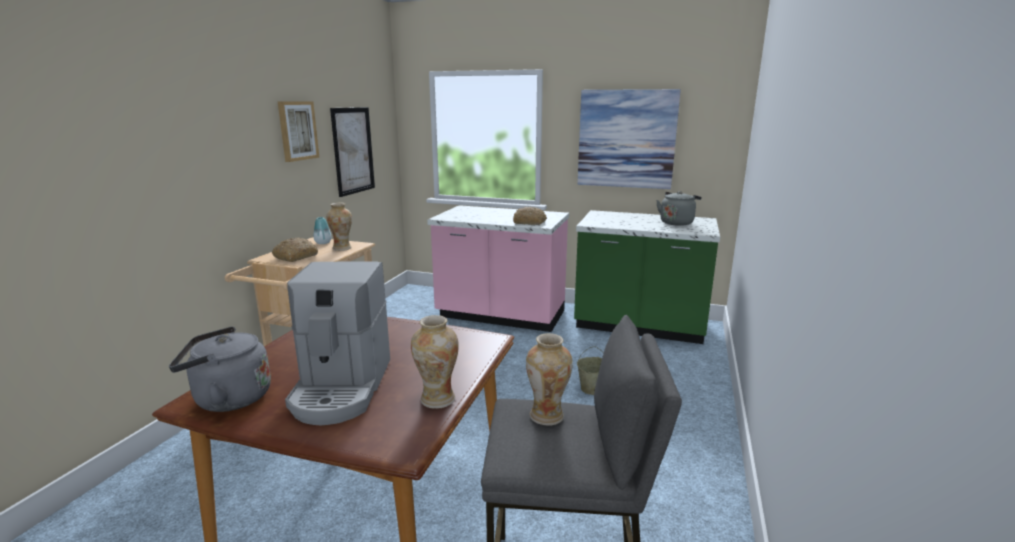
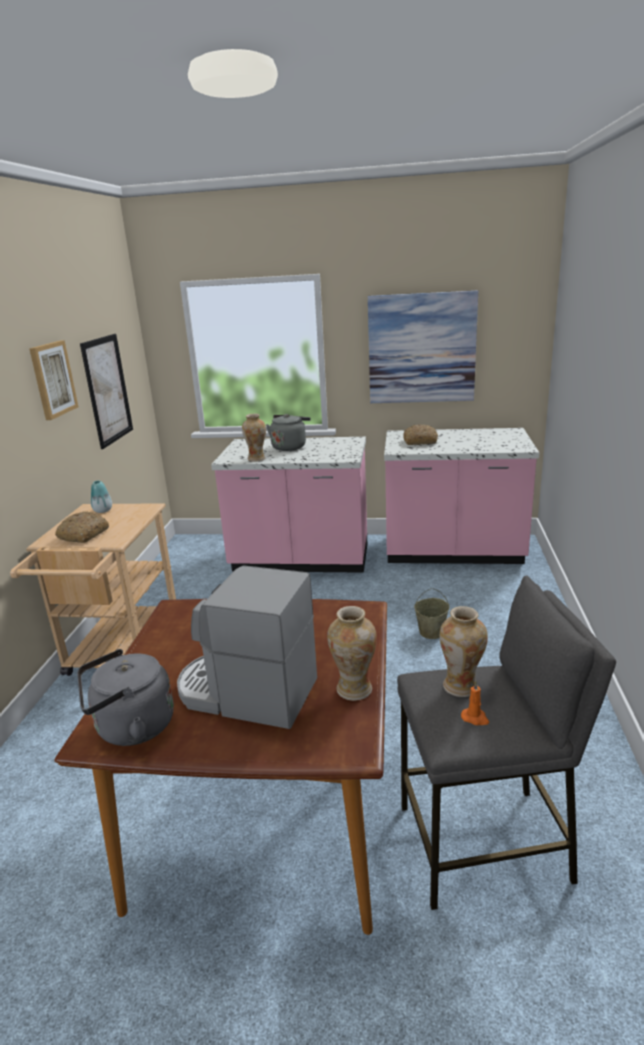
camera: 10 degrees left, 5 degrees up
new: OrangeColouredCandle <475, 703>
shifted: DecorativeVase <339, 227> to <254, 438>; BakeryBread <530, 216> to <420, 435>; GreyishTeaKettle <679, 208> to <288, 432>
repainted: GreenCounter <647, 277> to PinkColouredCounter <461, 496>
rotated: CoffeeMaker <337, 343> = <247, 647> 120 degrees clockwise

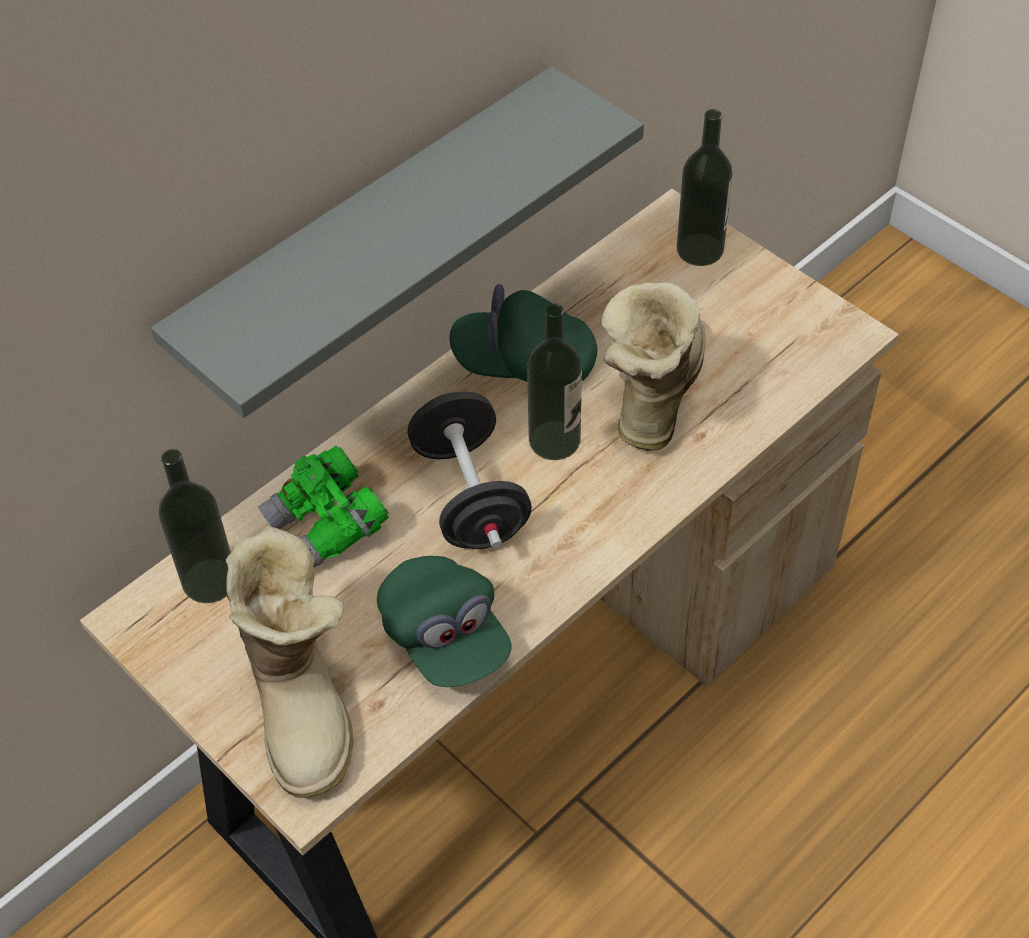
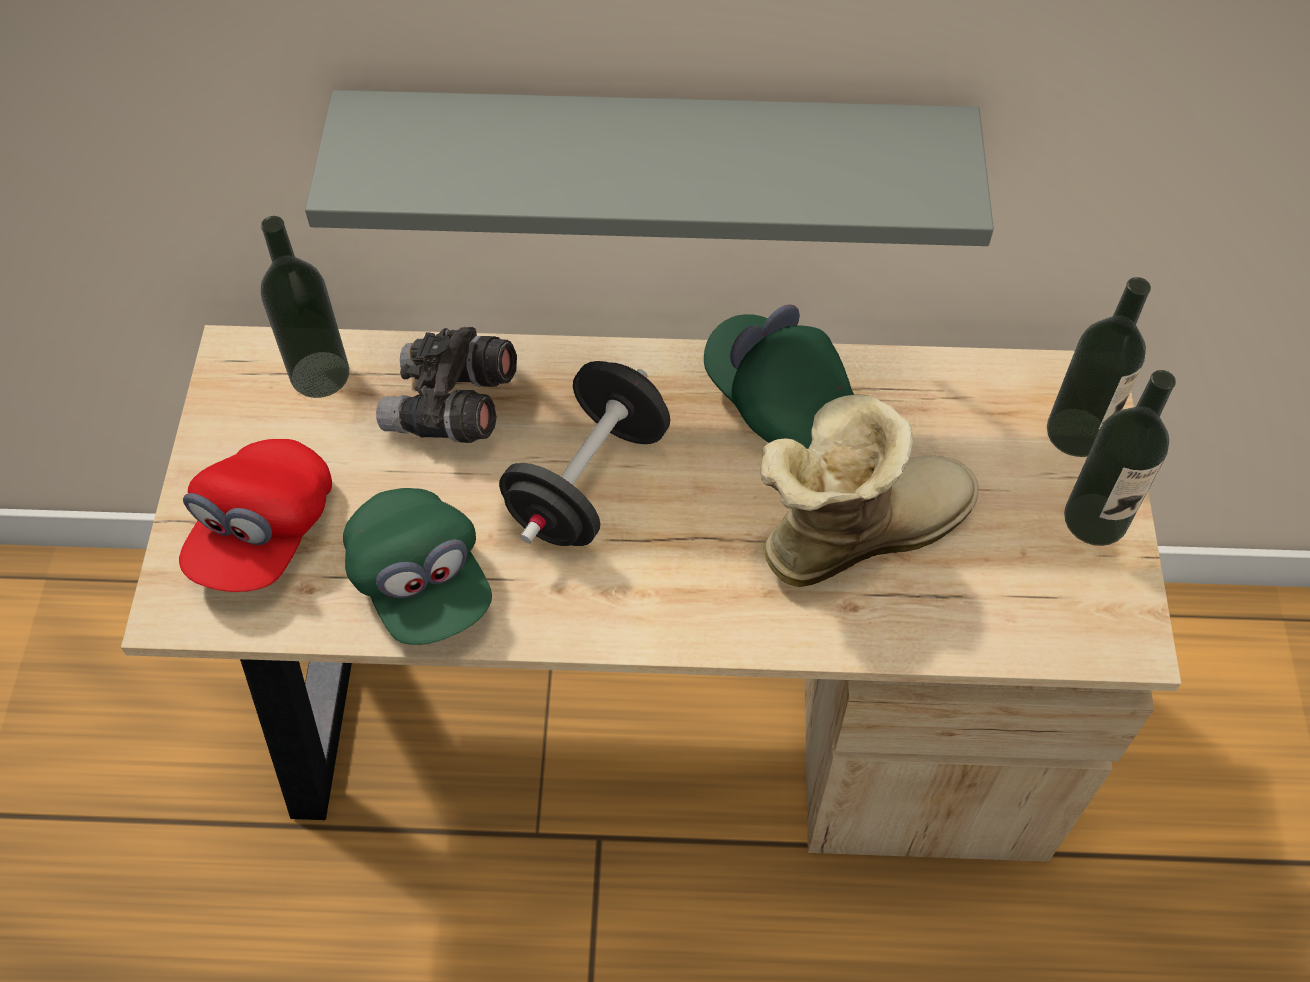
camera: 45 degrees right, 5 degrees up
shifted: BeverageBottle <554, 381> to <1120, 458>
swapped: HighTopBoot <289, 662> to RedBaseballCap <255, 515>
repainted: GreenFieldGlasses <323, 506> to GreyishFieldGlasses <446, 385>
rotated: GreenBaseballCap <444, 621> = <417, 566> 45 degrees counterclockwise

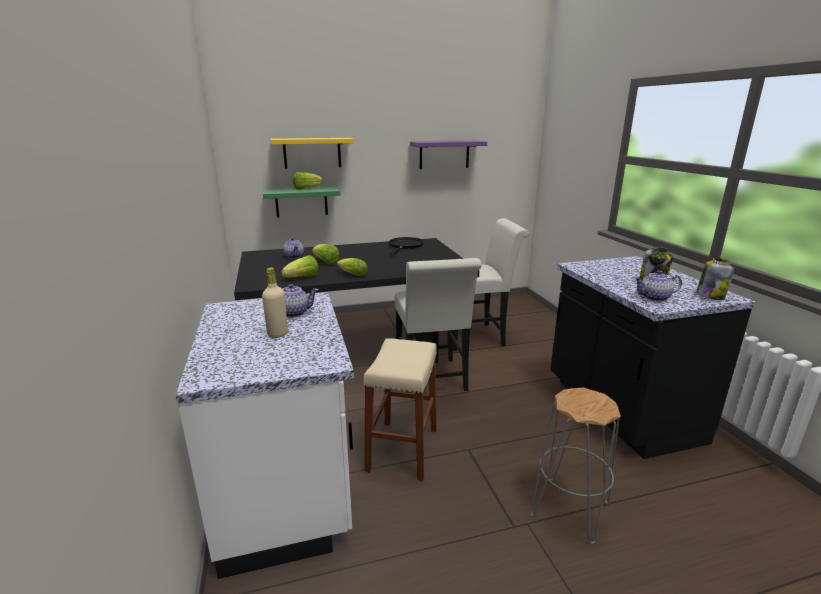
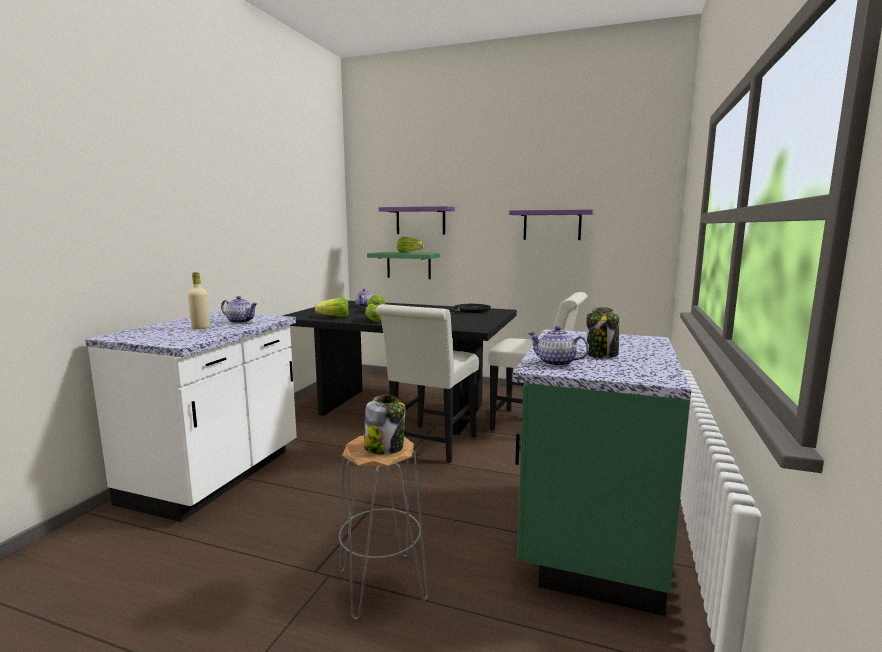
camera: 35 degrees right, 10 degrees down
gone: SandColouredStoolSeat <400, 409>
shifted: PreserveJar <715, 279> to <384, 425>
repainted: YellowishShelf <312, 153> to PurplishShelf <416, 220>; BlackCounter <652, 357> to GreenCounter <601, 472>

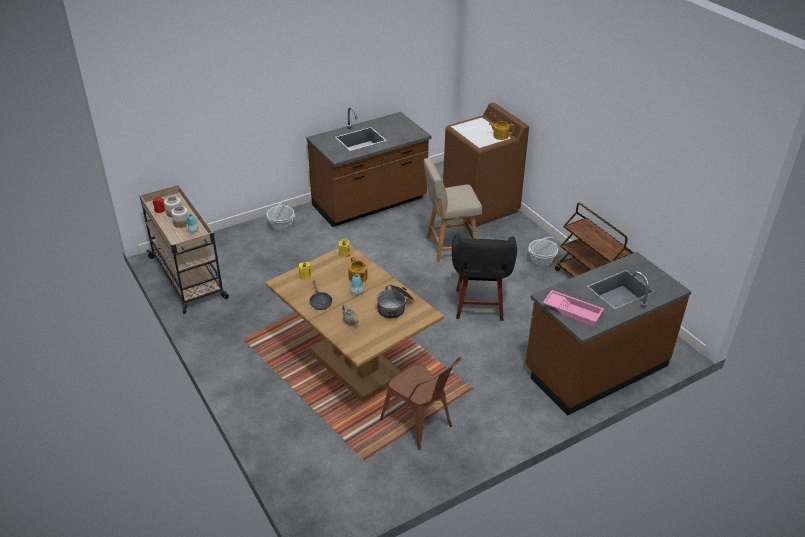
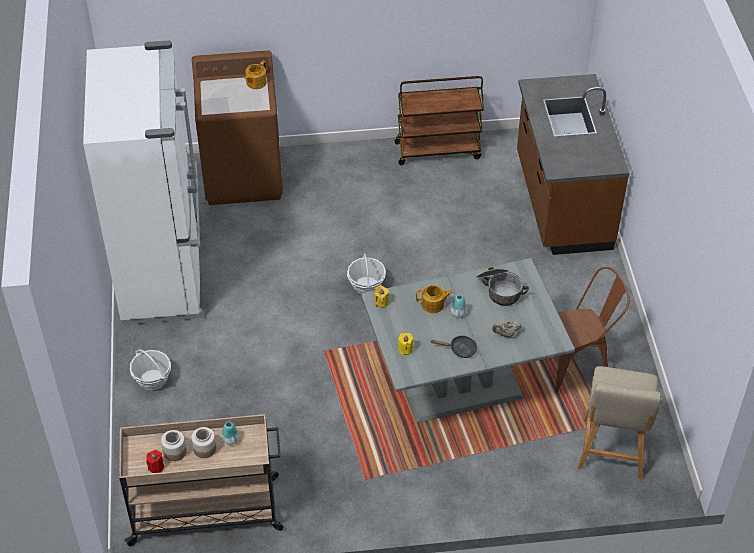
camera: 65 degrees left, 10 degrees up
gone: BlackStoolSeat <484, 278>; PinkColouredCarryingTray <573, 308>
shifted: SandColouredPlainChair <453, 210> to <619, 422>; HouseholdBasket <543, 252> to <366, 273>
swapped: BrownishCounter <369, 167> to WhiteColouredFridge <143, 182>
repainted: BrownishDinnerTable <355, 323> to GreyishDinnerTable <468, 340>

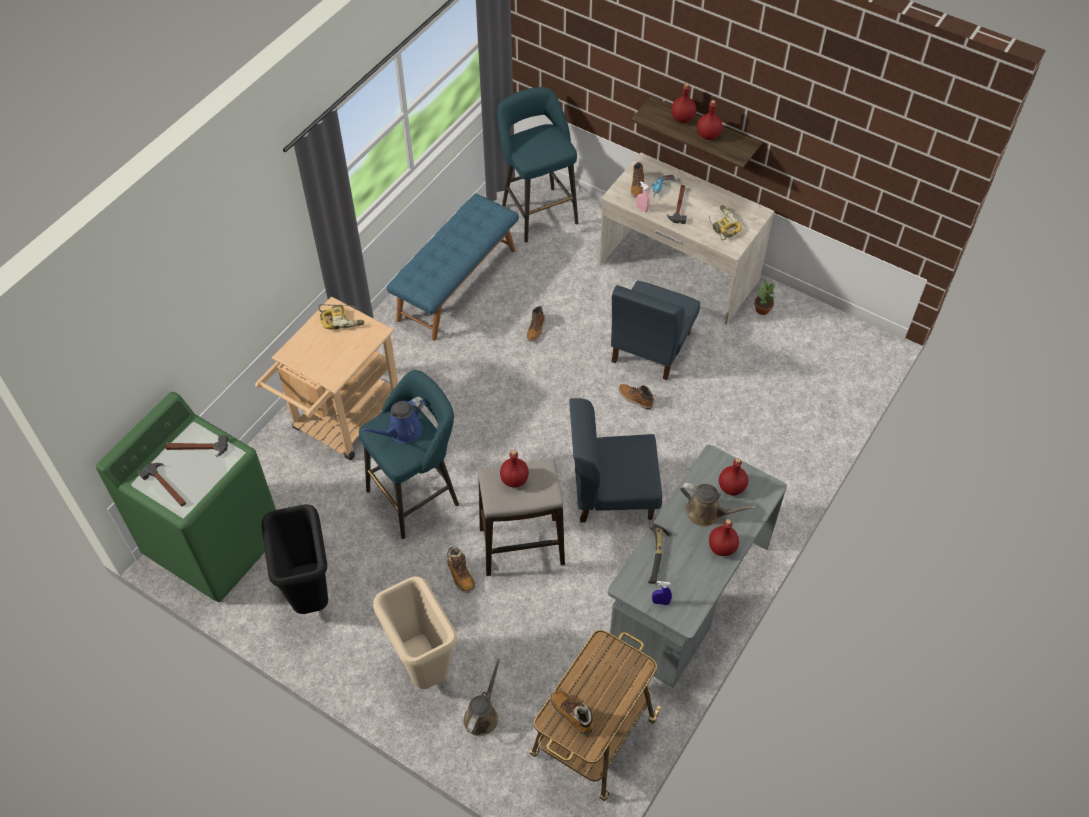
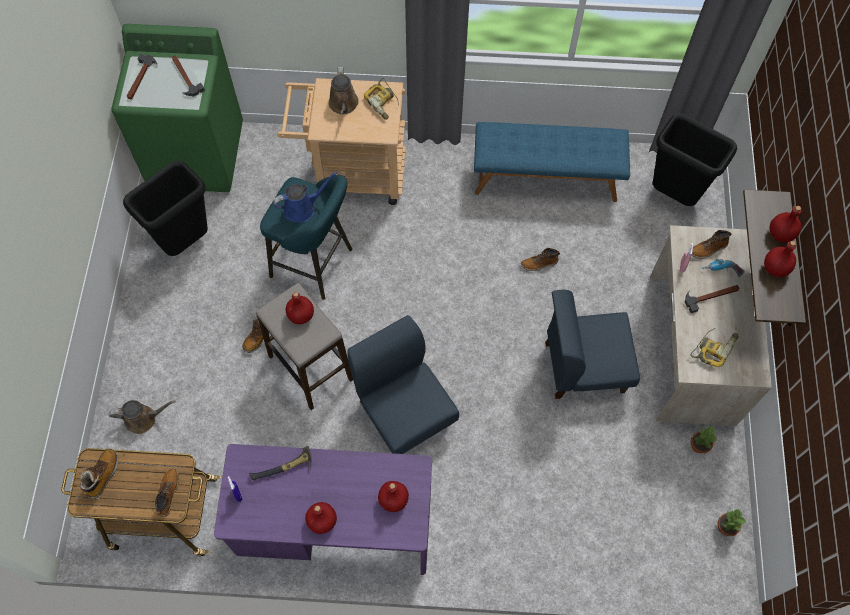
camera: 60 degrees right, 10 degrees up
gone: SandColouredRubbishBin <415, 633>
new: PlantInAPot <731, 522>
shifted: HighTopBoot <636, 396> to <167, 492>; BrownishWateringCan <718, 505> to <344, 91>
swapped: BlueGreenStoolSeat <537, 165> to BlackRubbishBin <695, 160>
repainted: GreyishDeskUnit <697, 566> to PurplishDeskUnit <323, 509>
rotated: BluishWateringCan <393, 420> = <305, 196> 135 degrees clockwise

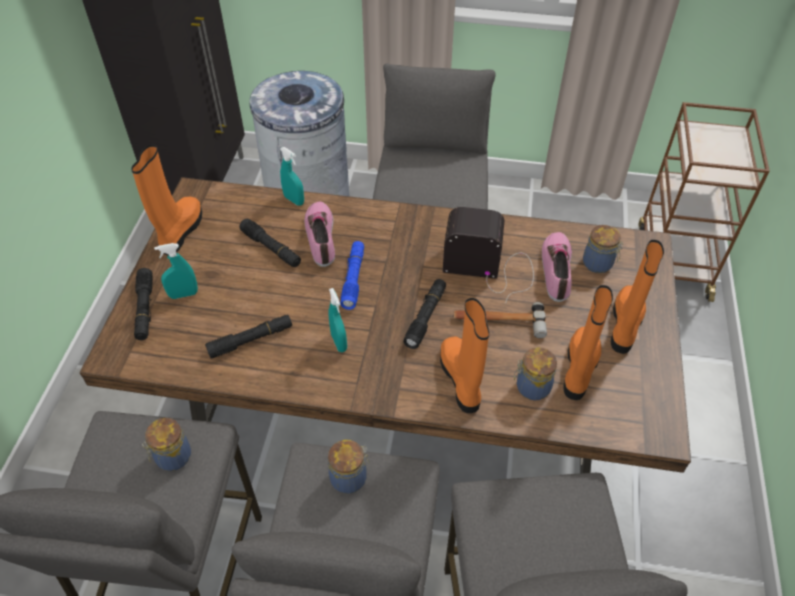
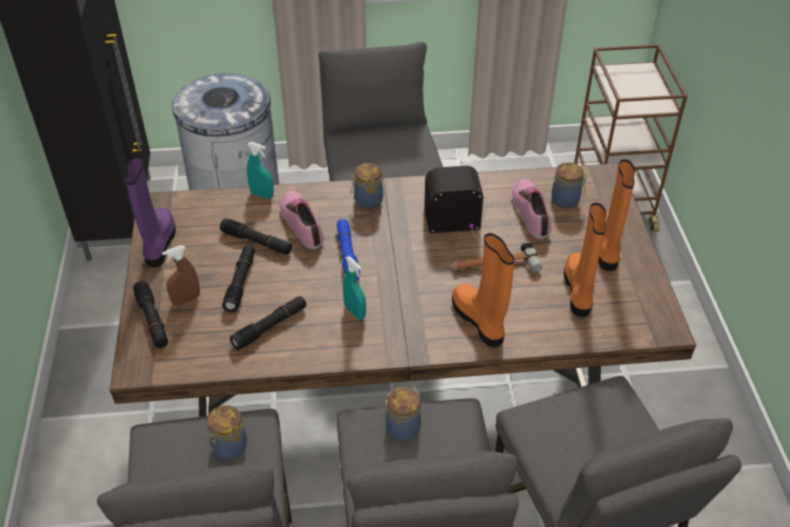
camera: 15 degrees left, 5 degrees down
shifted: BlackTorch <424, 314> to <238, 278>; PreserveJar <535, 373> to <367, 186>
repainted: OrangeColouredHighTopBoot <166, 199> to PurplishHighTopBoot <150, 211>; BlueGreenHandSprayer <176, 271> to BrownishHandSprayer <181, 275>

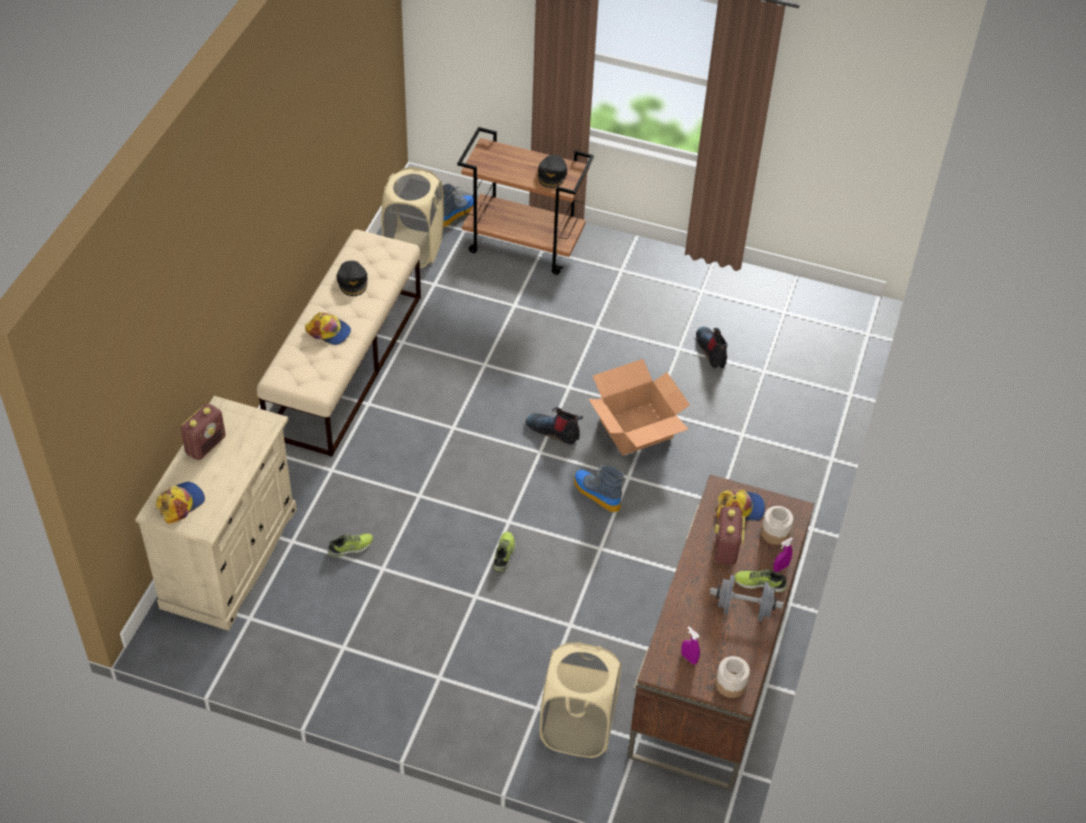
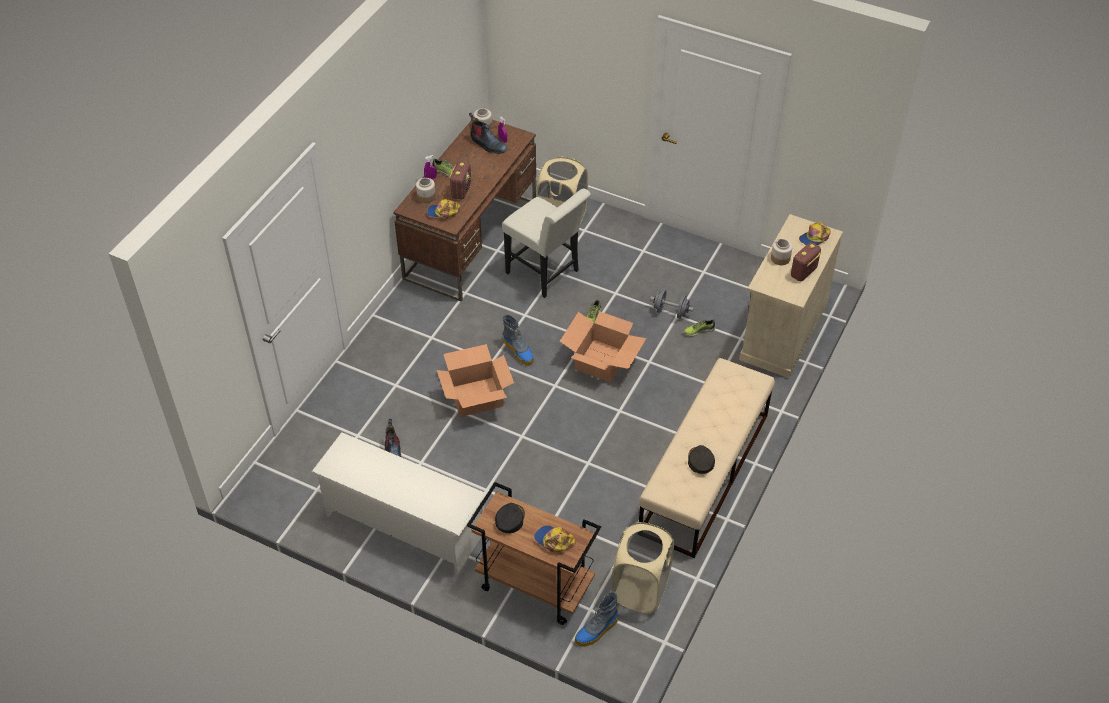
camera: 170 degrees left, 0 degrees up
new: WhiteColouredShoeStand <399, 503>; WhiteColouredPlainChair <546, 243>; Carton <603, 346>; PreserveJar <782, 252>
shifted: BaseballCap <328, 328> to <555, 539>; HighTopBoot <554, 425> to <488, 133>; GreyishDumbbell <746, 598> to <672, 304>

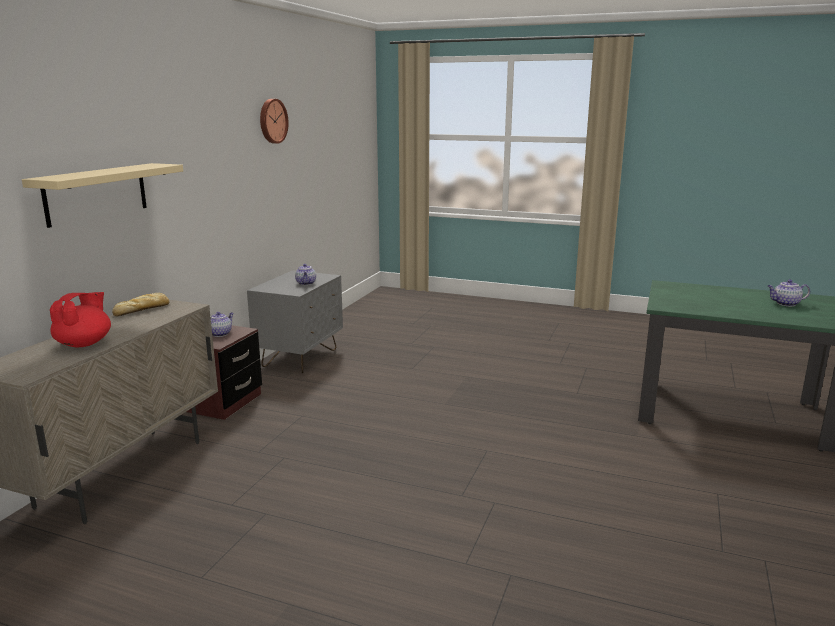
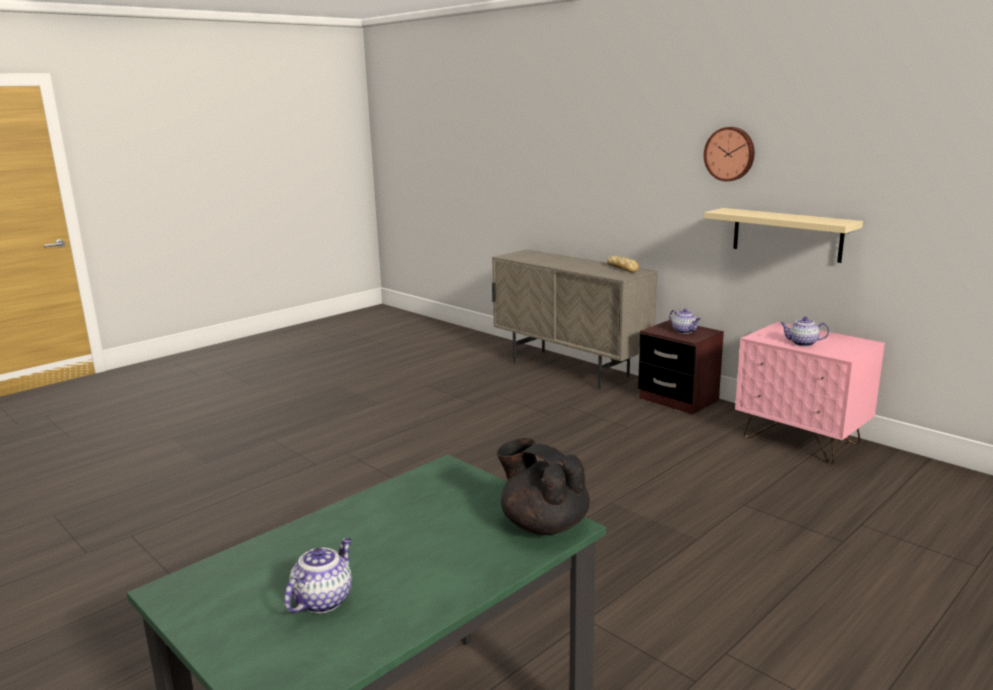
camera: 115 degrees right, 0 degrees up
gone: RedTeapot <80, 319>
new: BlackTeapot <543, 486>
shifted: SandColouredShelf <102, 195> to <783, 235>; ClockOnTheWall <274, 121> to <729, 154>
repainted: GreyishNightTable <295, 321> to PinkColouredNightTable <810, 393>

